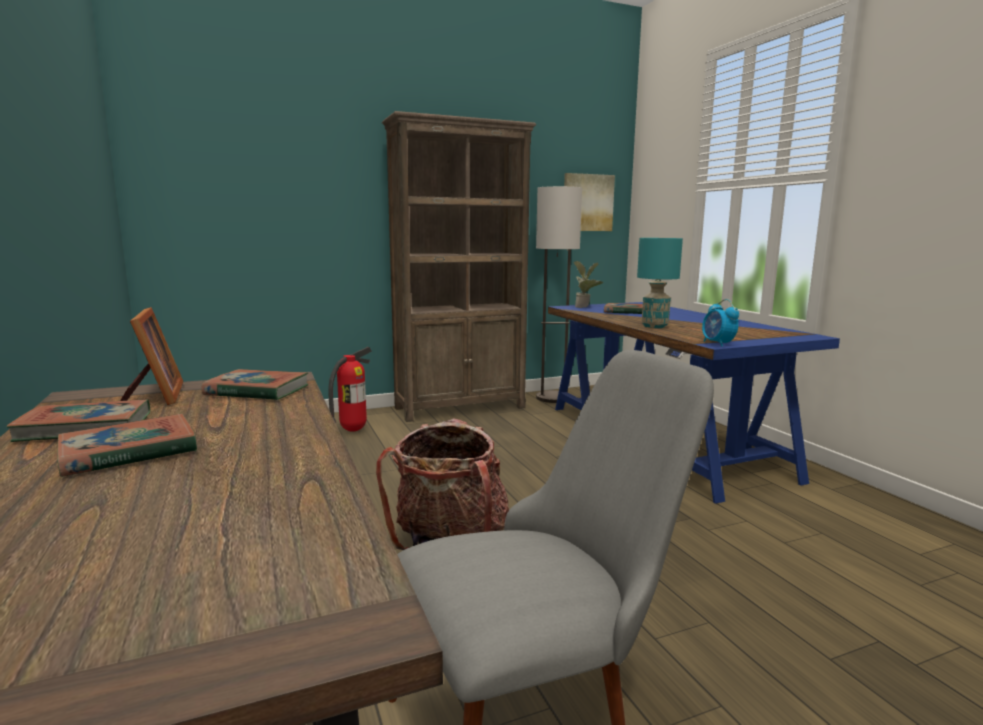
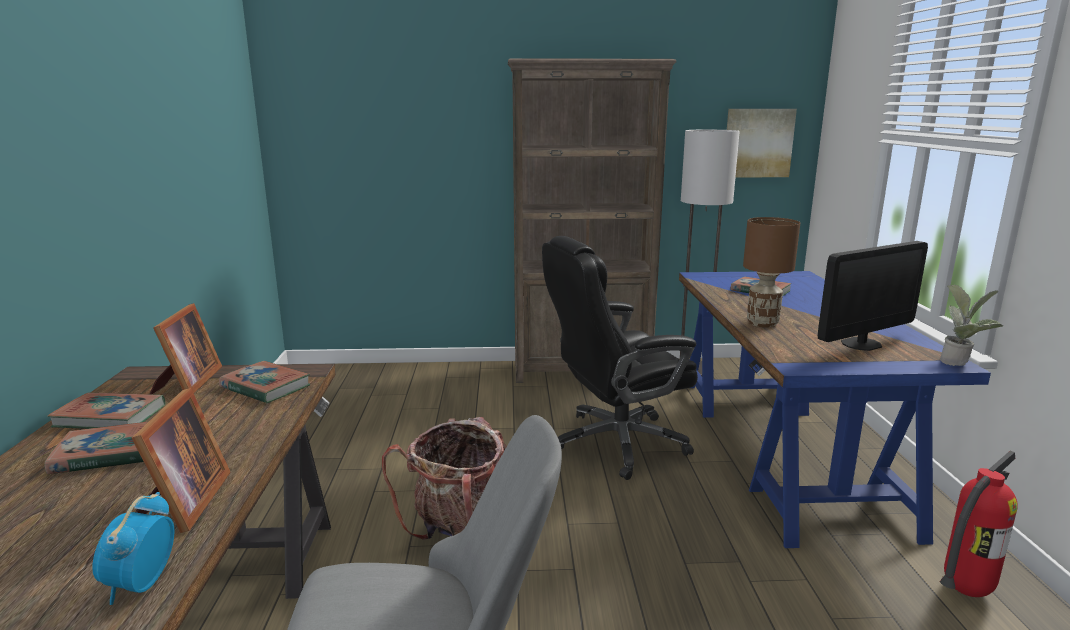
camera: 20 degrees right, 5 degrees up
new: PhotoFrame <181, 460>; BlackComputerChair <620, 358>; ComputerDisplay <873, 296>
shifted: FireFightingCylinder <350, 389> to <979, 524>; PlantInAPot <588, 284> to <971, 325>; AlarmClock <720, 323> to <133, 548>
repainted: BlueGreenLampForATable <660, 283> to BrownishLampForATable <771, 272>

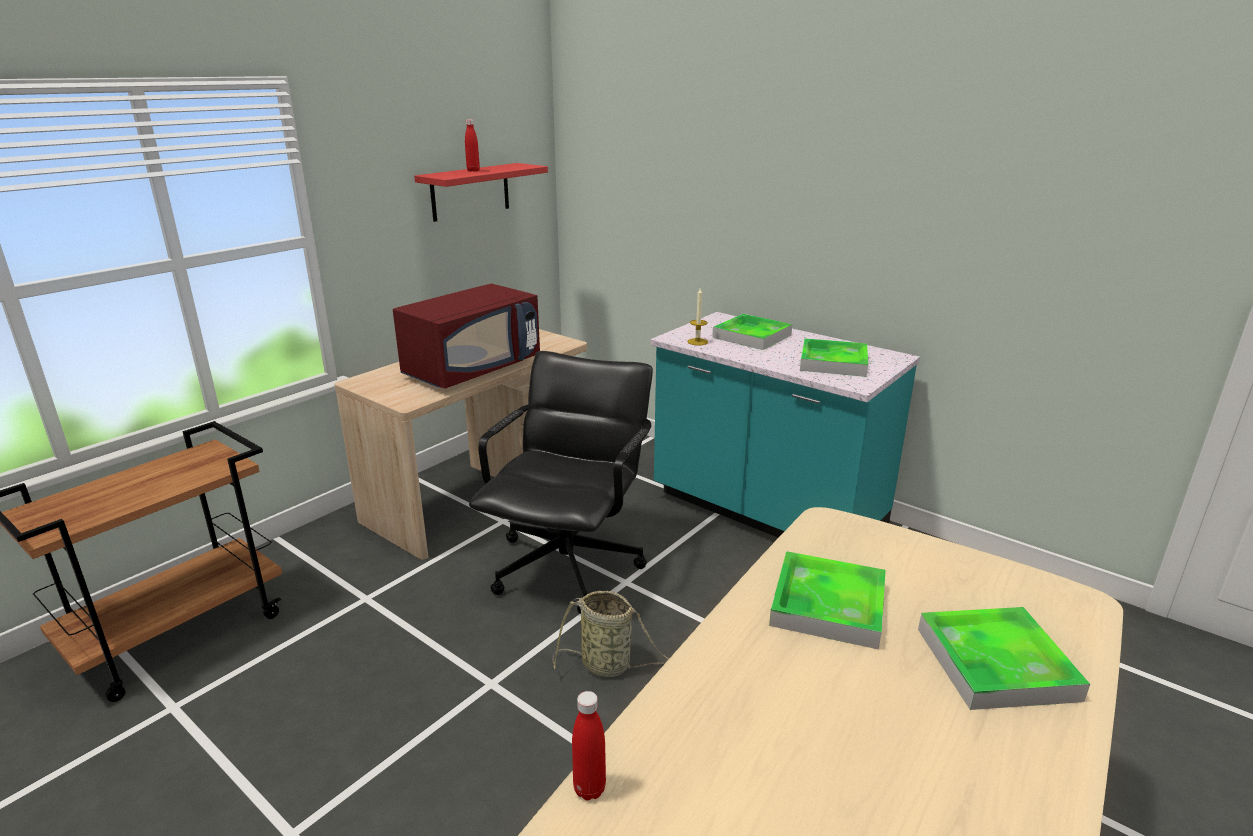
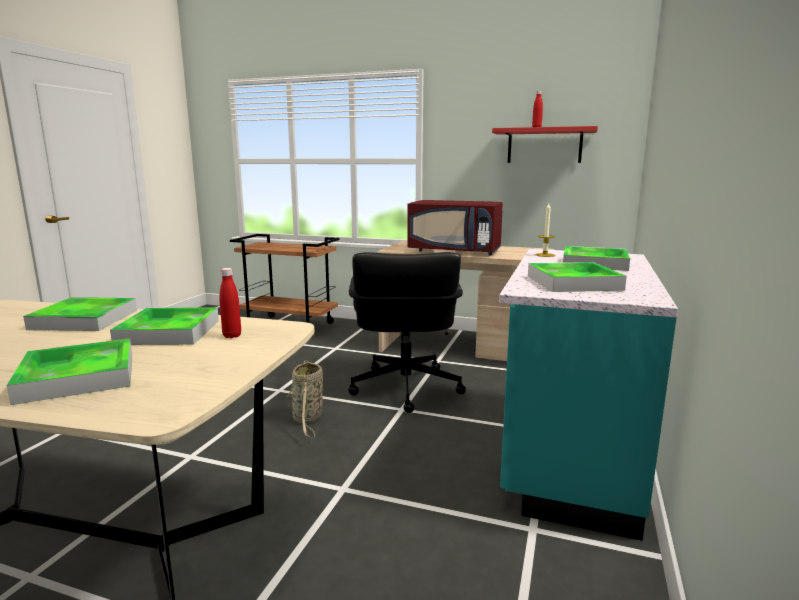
camera: 70 degrees right, 10 degrees down
new: CarryingTray <80, 314>
shifted: RedBeverageBottle <589, 746> to <230, 303>
rotated: BlackComputerChair <561, 482> = <407, 332> 90 degrees clockwise

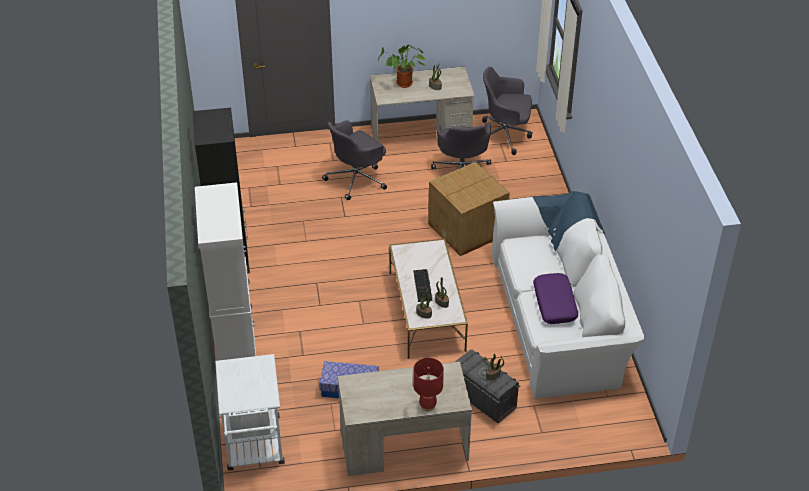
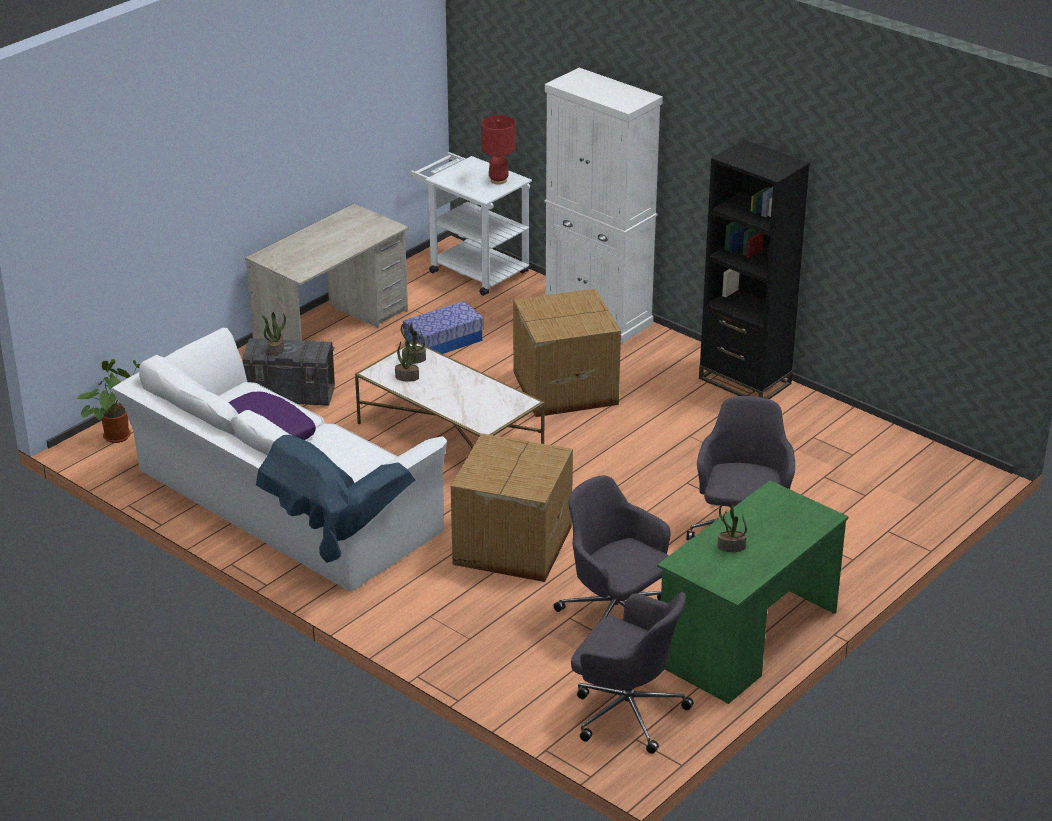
camera: 140 degrees right, 10 degrees down
gone: ComputerKeyboard <422, 285>
new: Carton <567, 353>
shifted: PlantInAPot <402, 66> to <108, 401>; RedLampForATable <428, 384> to <498, 150>
repainted: SandColouredDeskUnit <422, 104> to GreenDeskUnit <753, 592>
rotated: GreyishComputerChair <507, 111> = <632, 673> 60 degrees clockwise

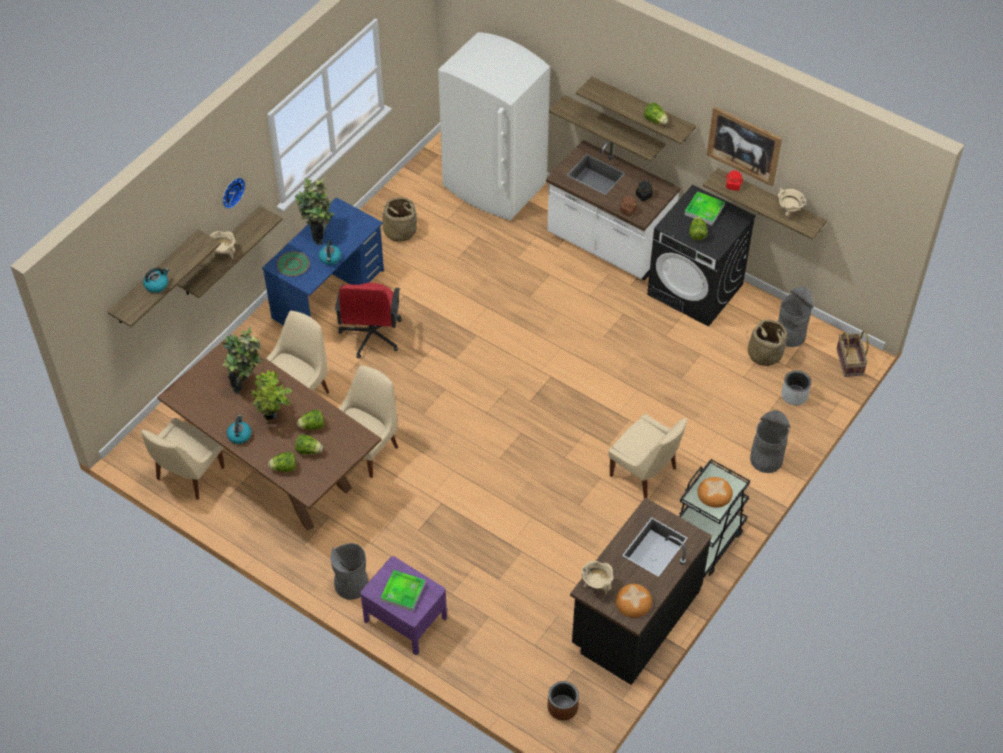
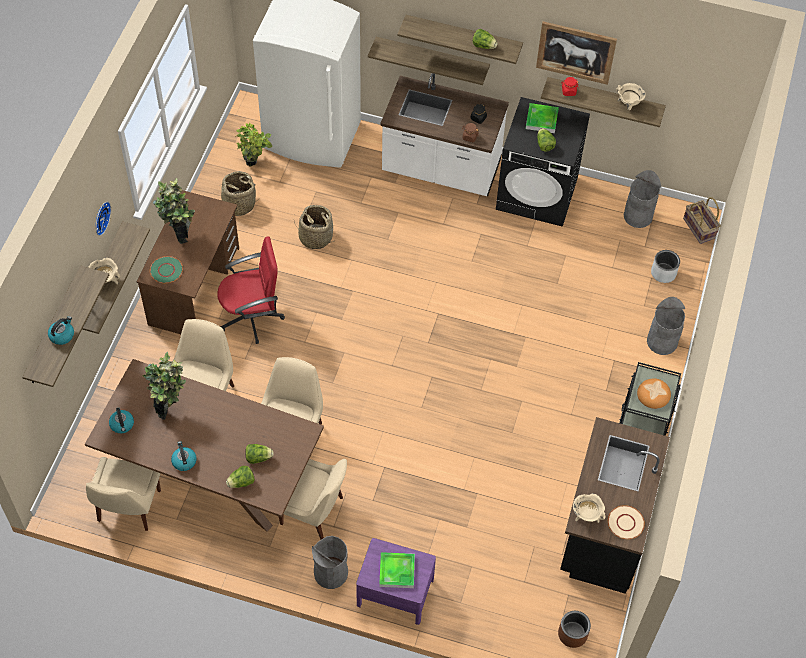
camera: 20 degrees left, 5 degrees up
gone: Lettuce <310, 420>
shifted: PlantInAPot <271, 395> to <253, 145>; TeaKettle <330, 252> to <121, 420>; SandColouredPlainChair <648, 456> to <313, 499>; HouseholdBasket <767, 342> to <314, 227>
swapped: BakeryBread <634, 601> to SandColouredPlate <626, 522>
repainted: BluishDeskUnit <323, 261> to BrownishDeskUnit <187, 262>
rotated: RedComputerChair <368, 321> = <251, 290> 90 degrees counterclockwise

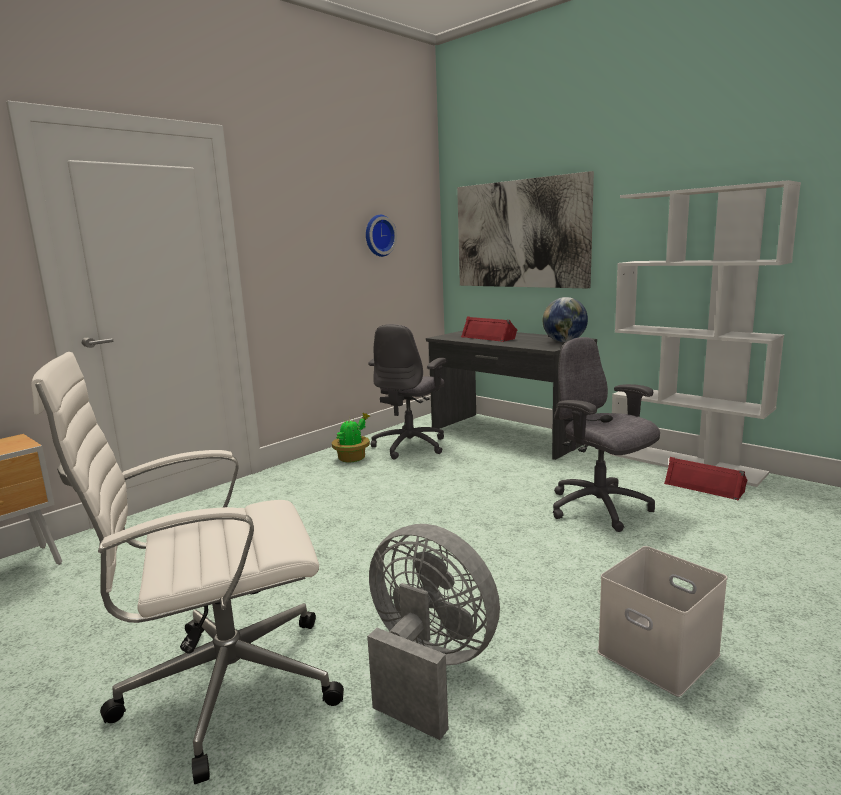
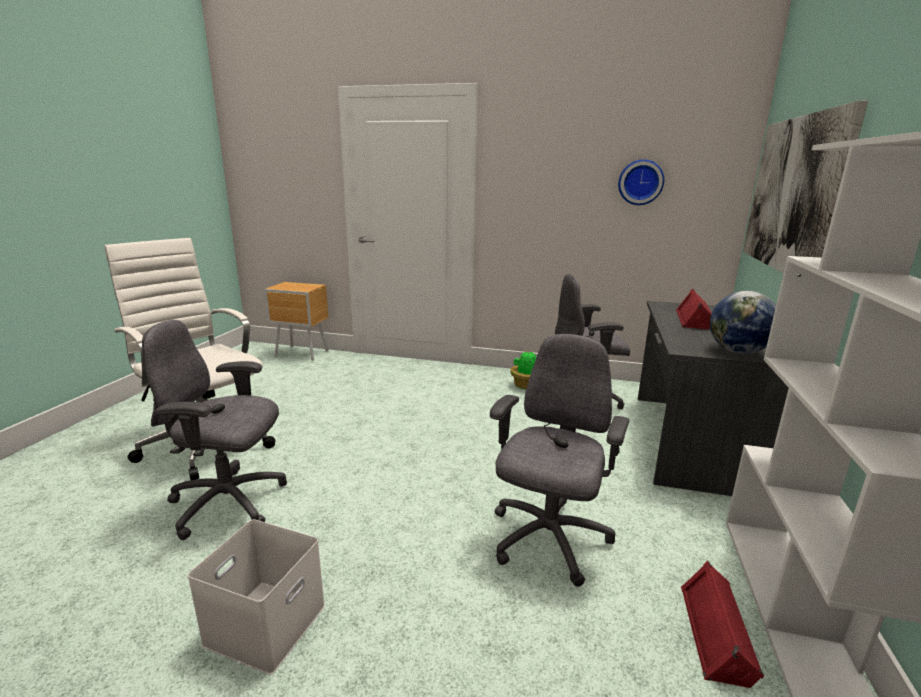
camera: 60 degrees right, 5 degrees up
swapped: GreyishCoolingFan <433, 632> to GreyishComputerChair <214, 430>

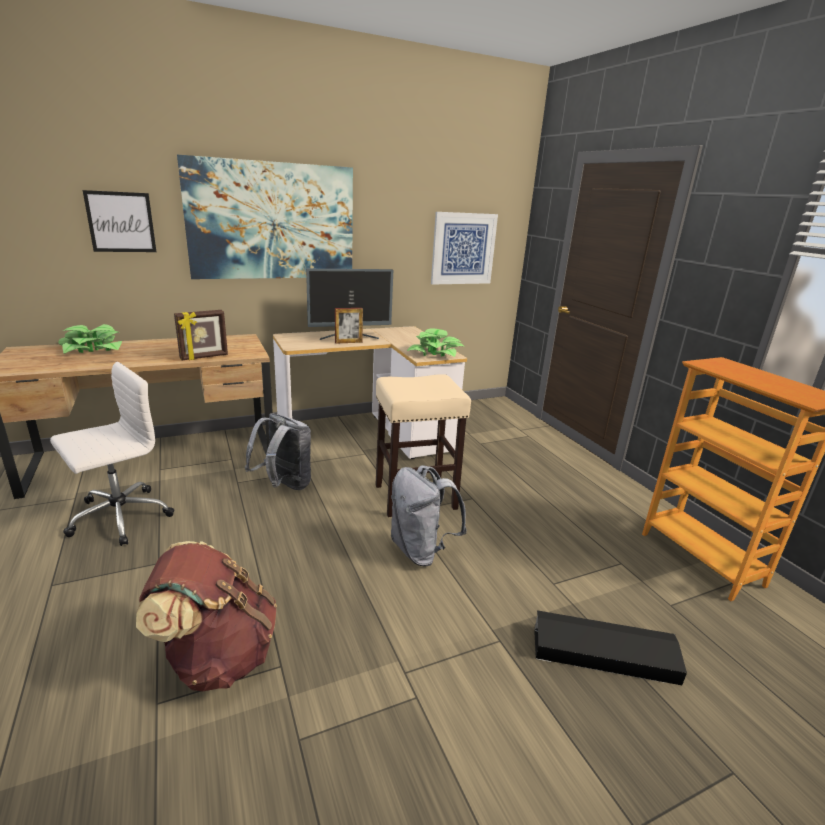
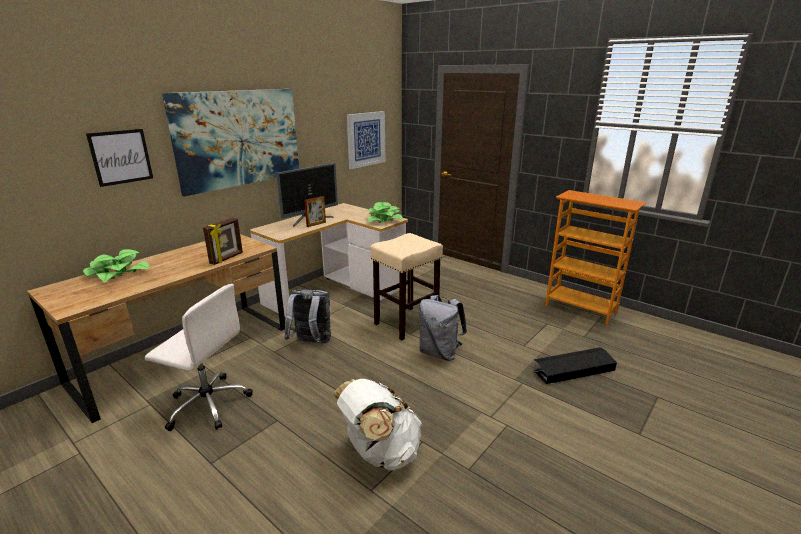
camera: 25 degrees left, 0 degrees up
repainted: BrownishKnapsack <206, 616> to WhiteColouredKnapsack <378, 424>
rotated: WhiteColouredComputerChair <112, 454> = <199, 357> 90 degrees clockwise

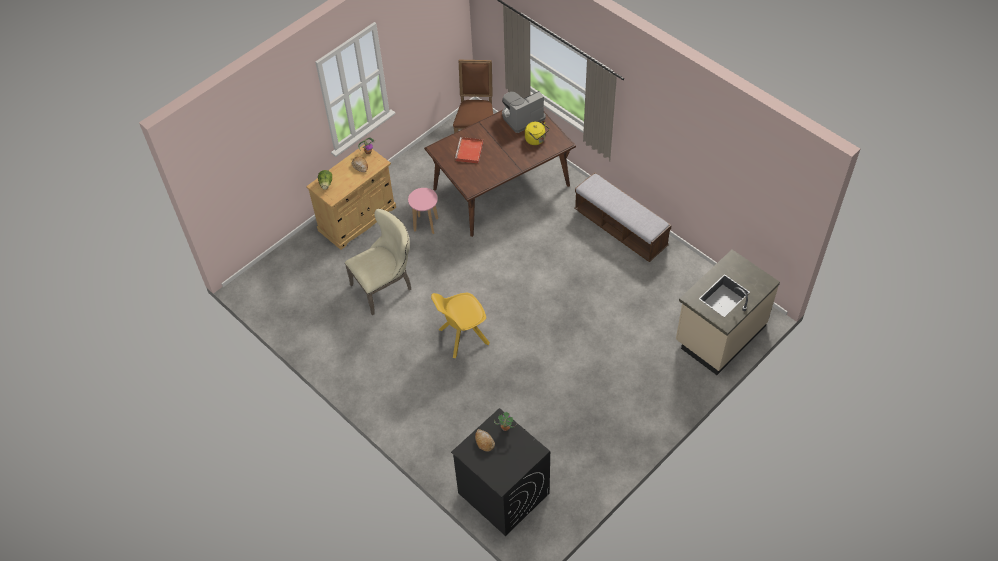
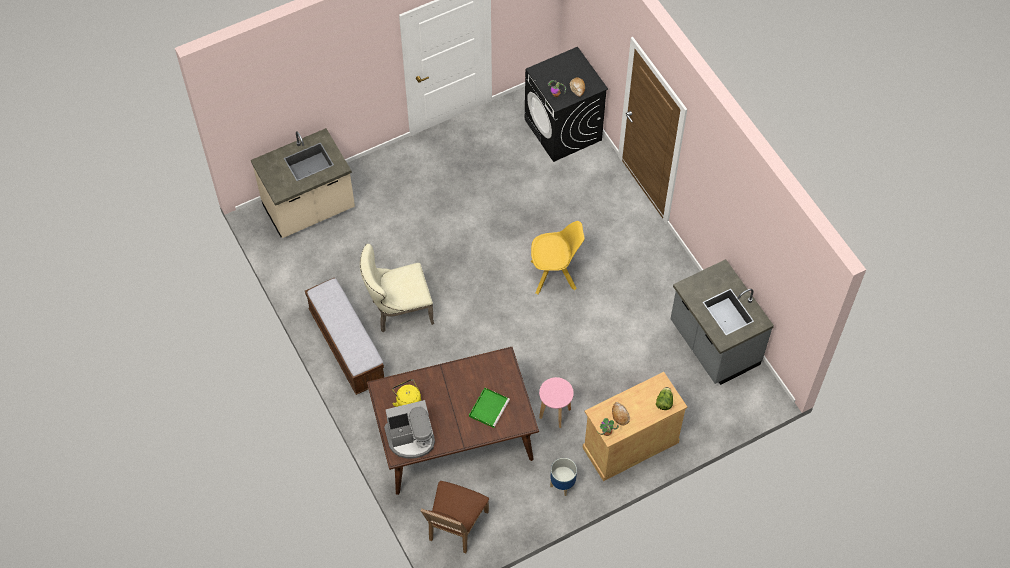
camera: 165 degrees left, 5 degrees up
new: Planter <563, 477>; GreyishCounter <722, 322>
shifted: SandColouredPlainChair <378, 262> to <397, 288>
repainted: RedCarryingTray <469, 150> to GreenCarryingTray <489, 407>

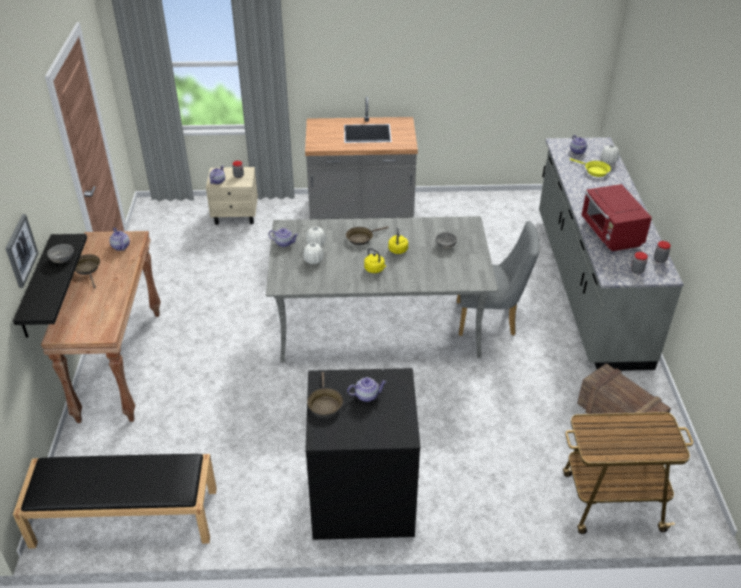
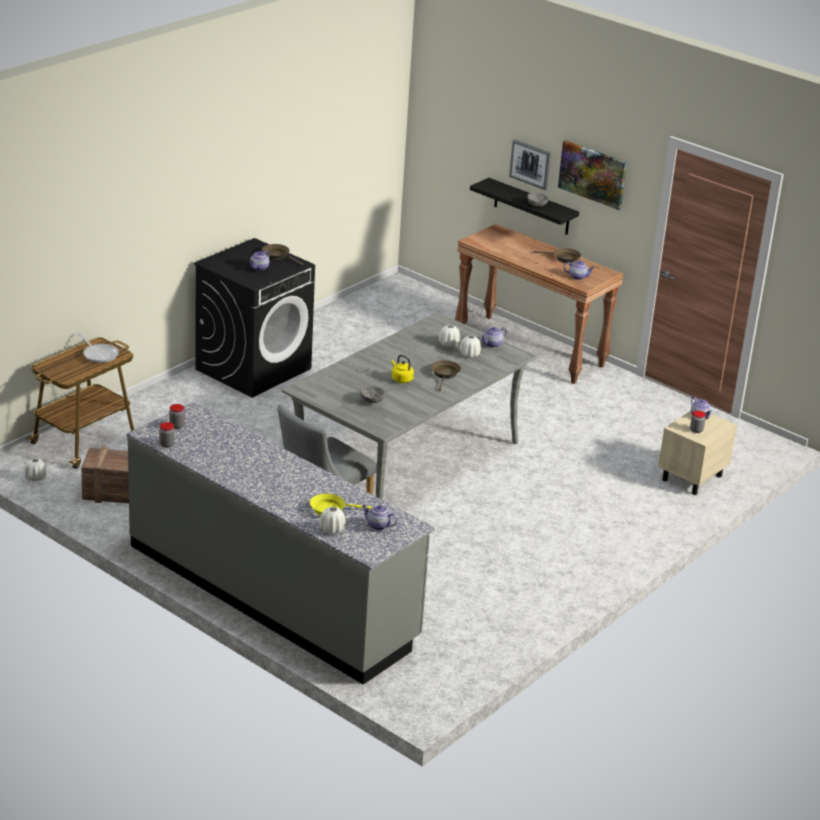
camera: 130 degrees right, 10 degrees down
gone: BlackLongSeat <115, 501>; GreyishCounter <361, 158>; YellowishTeaKettle <375, 260>; RedKitchenMicrowave <616, 217>
new: WhiteColouredDecorativeVase <35, 470>; Skillet <98, 348>; WallPicture <592, 175>

